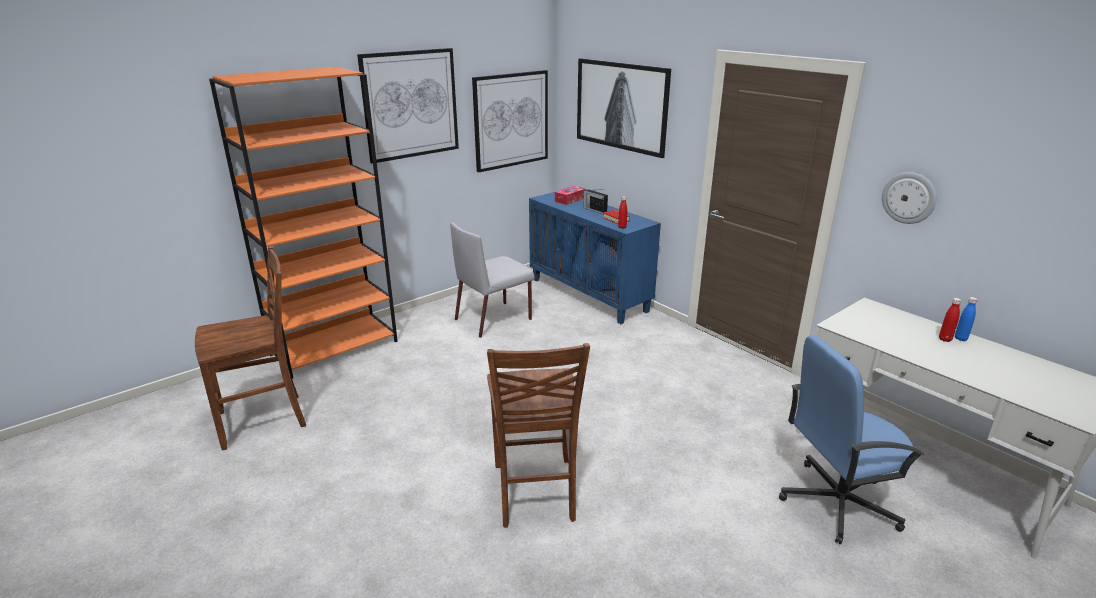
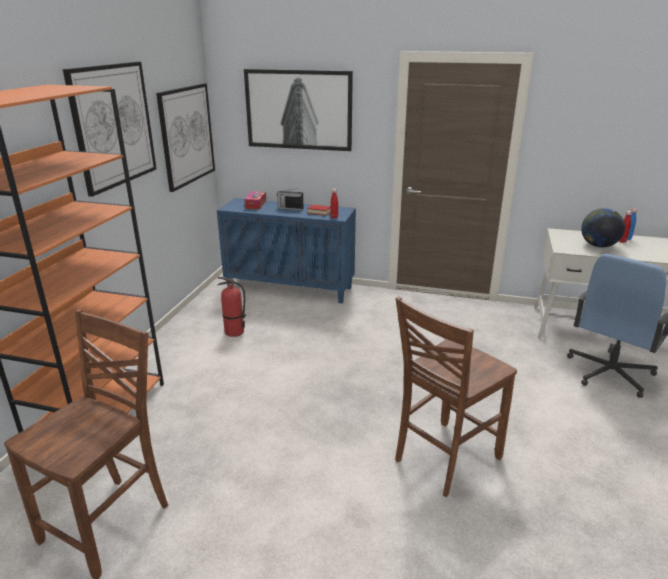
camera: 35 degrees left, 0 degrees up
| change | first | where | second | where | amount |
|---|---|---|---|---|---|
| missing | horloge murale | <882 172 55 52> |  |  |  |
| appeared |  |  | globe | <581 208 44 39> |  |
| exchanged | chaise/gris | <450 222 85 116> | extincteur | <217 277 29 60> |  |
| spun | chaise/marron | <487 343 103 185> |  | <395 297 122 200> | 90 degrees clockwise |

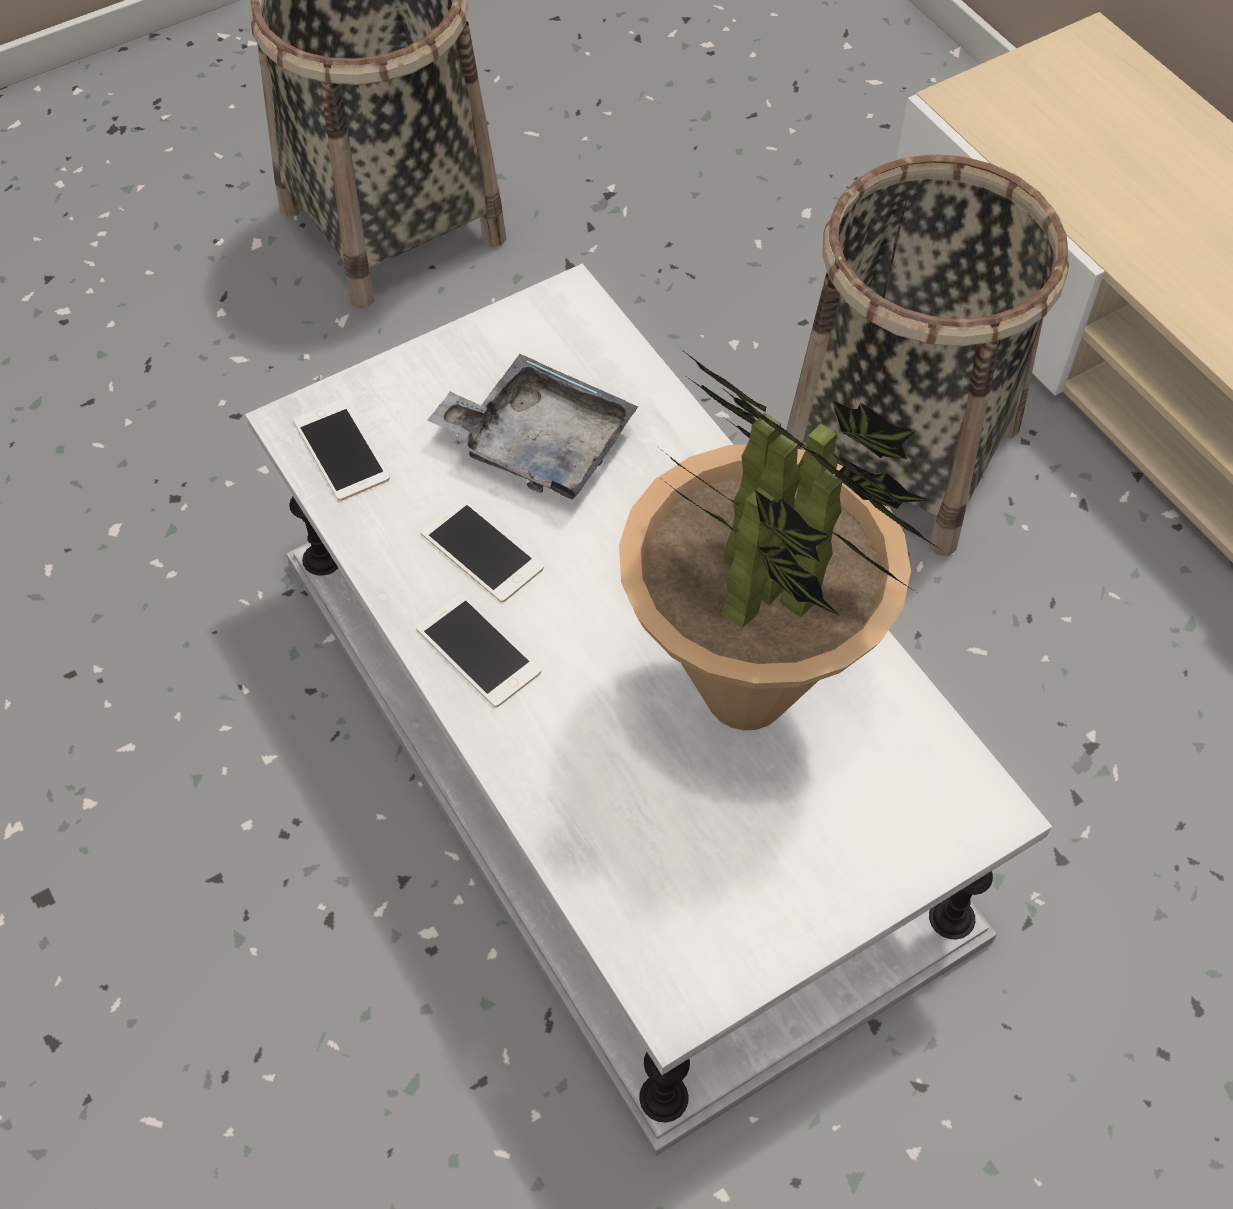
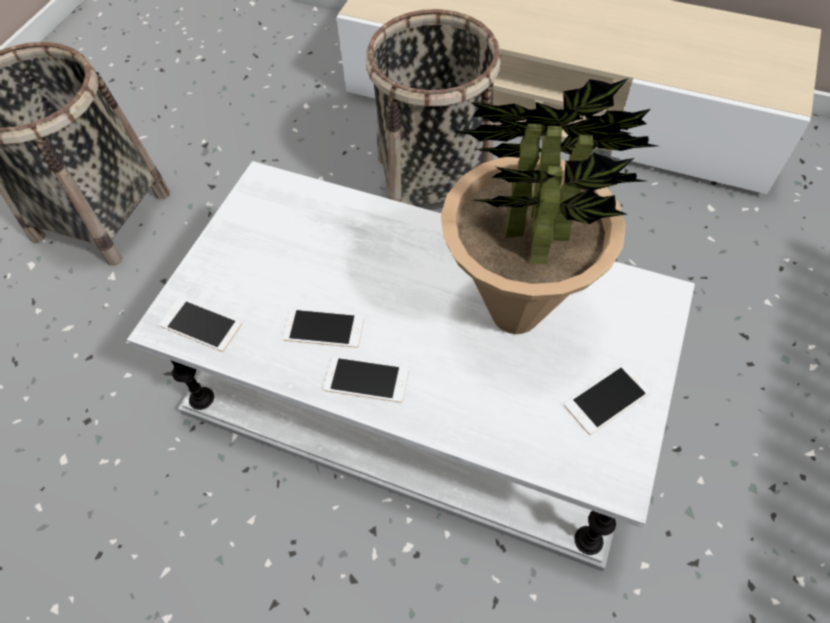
camera: 35 degrees left, 0 degrees up
| change | first | where | second | where | amount |
|---|---|---|---|---|---|
| missing | plateau/gris | <427 354 211 145> |  |  |  |
| appeared |  |  | téléphone | <564 363 87 72> |  |

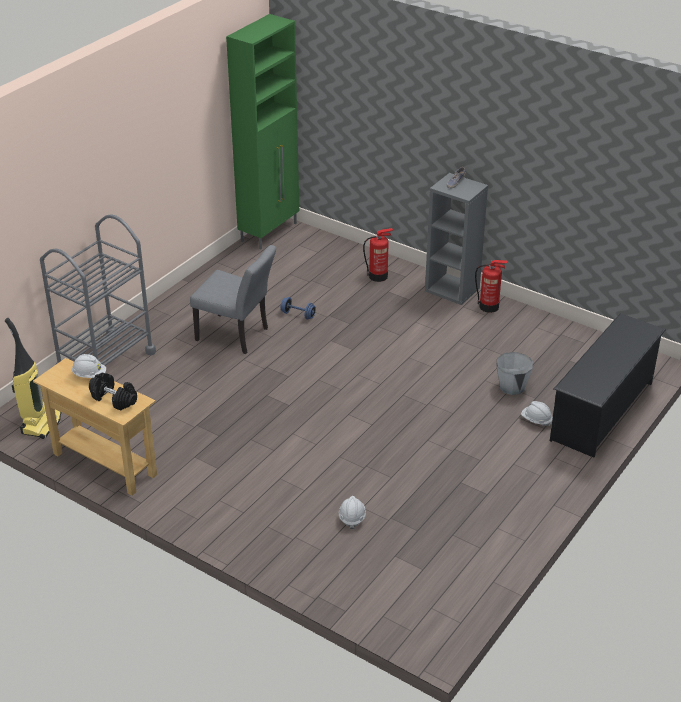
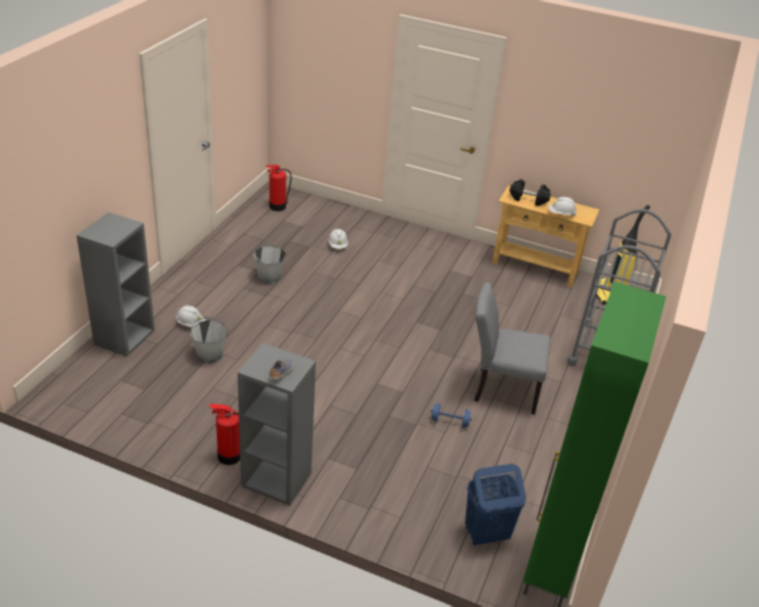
camera: 165 degrees right, 0 degrees up
| change | first | where | second | where | amount |
|---|---|---|---|---|---|
| appeared |  |  | seau/gris | <253 243 33 40> |  |
| appeared |  |  | panier à linge/bleu | <465 464 61 81> |  |
| relocated | extincteur | <363 228 30 54> |  | <266 165 26 46> |  |
| exchanged | étagère à chaussures/noir | <550 313 116 145> | bibliothèque/gris | <76 212 79 145> |  |

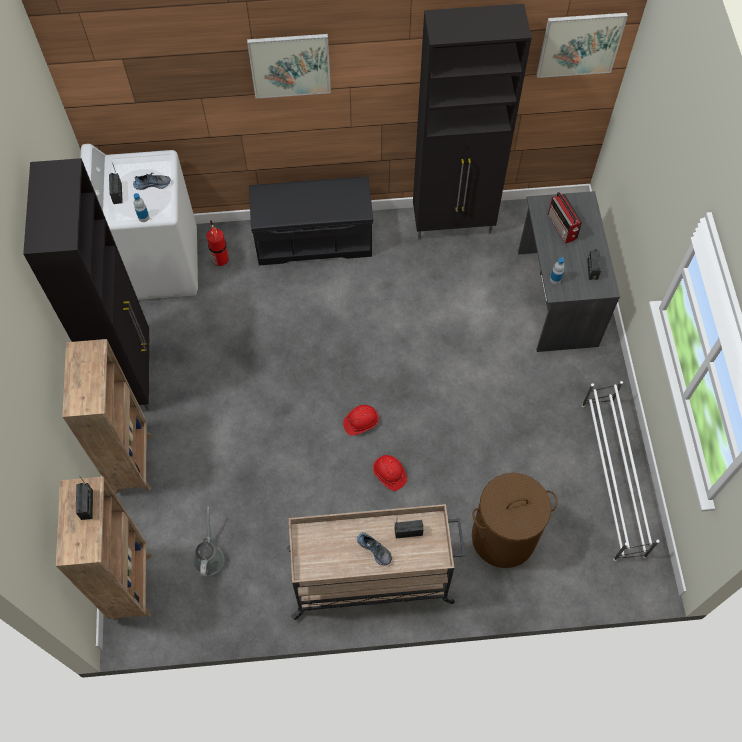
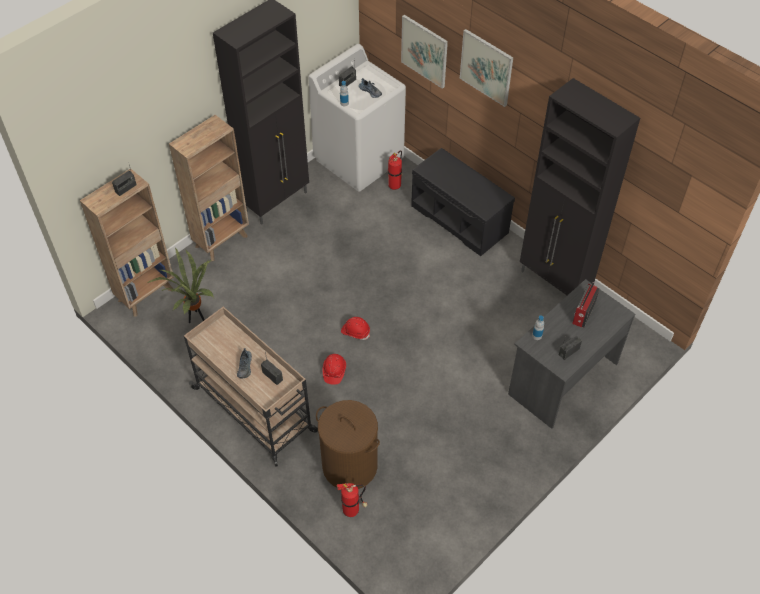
camera: 50 degrees right, 10 degrees down
| change | first | where | second | where | amount |
|---|---|---|---|---|---|
| missing | étagère à chaussures/blanc | <582 381 78 180> |  |  |  |
| appeared |  |  | extincteur | <337 483 30 34> |  |
| relocated | tableau | <537 13 91 65> |  | <401 15 47 74> |  |
| exchanged | arrosoir/gris | <194 506 31 71> | plante en pot | <148 247 66 76> |  |

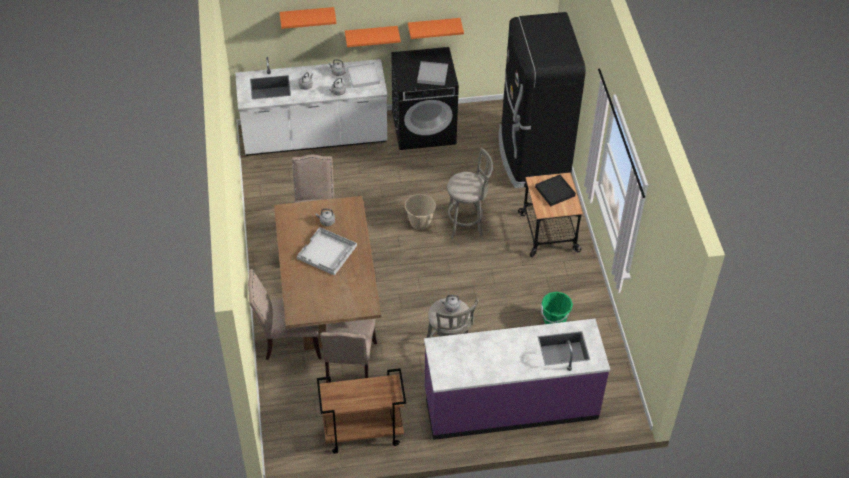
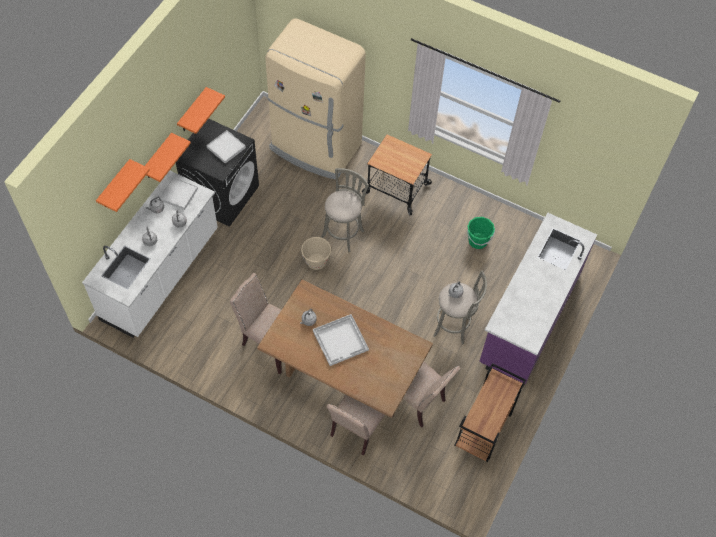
camera: 55 degrees left, 10 degrees up
| change | first | where | second | where | amount |
|---|---|---|---|---|---|
| missing | plateau/noir | <535 175 41 31> |  |  |  |
| colour | réfrigérateur/noir | <499 12 87 176> | réfrigérateur/beige | <265 18 101 161> |  |

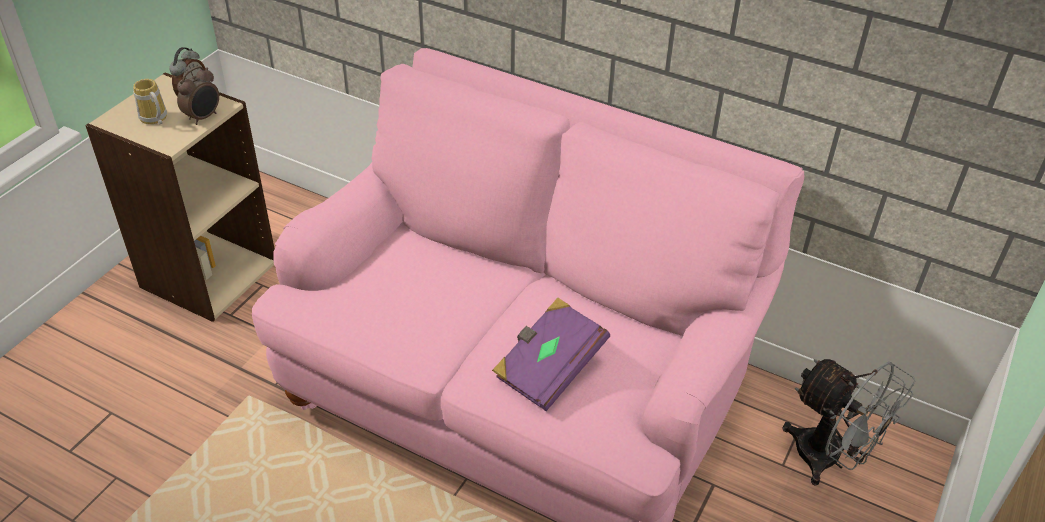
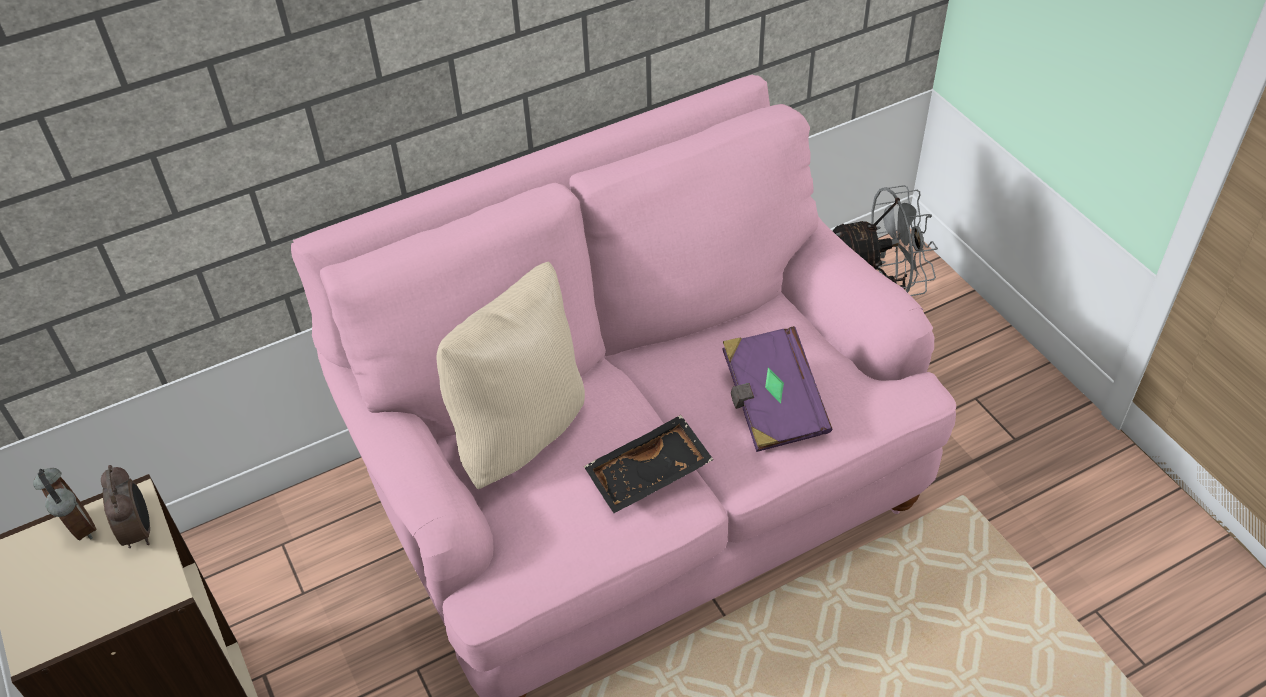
camera: 55 degrees left, 5 degrees up
| change | first | where | second | where | amount |
|---|---|---|---|---|---|
| missing | mug | <133 79 34 46> |  |  |  |
| appeared |  |  | coussin/beige | <437 262 148 227> |  |
| appeared |  |  | plateau/noir | <584 415 130 98> |  |

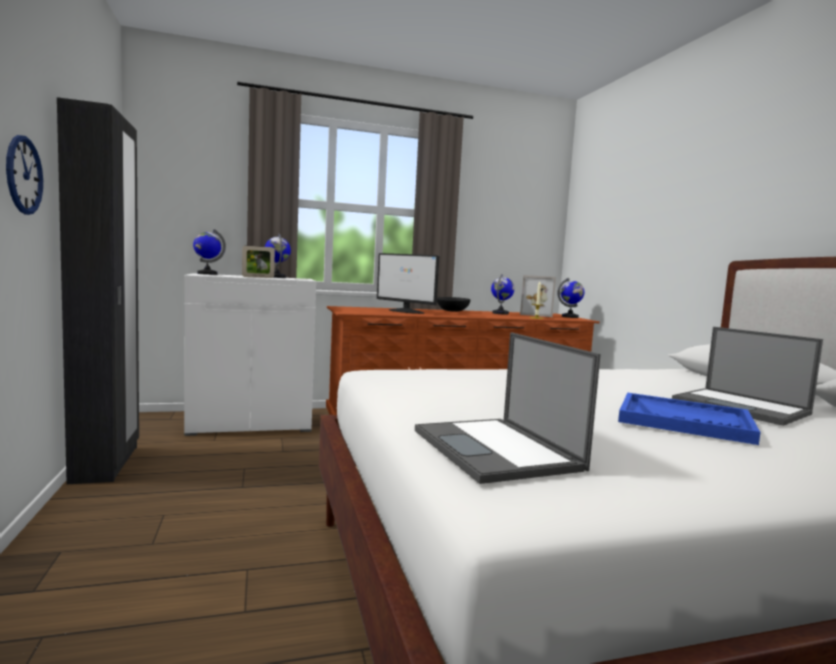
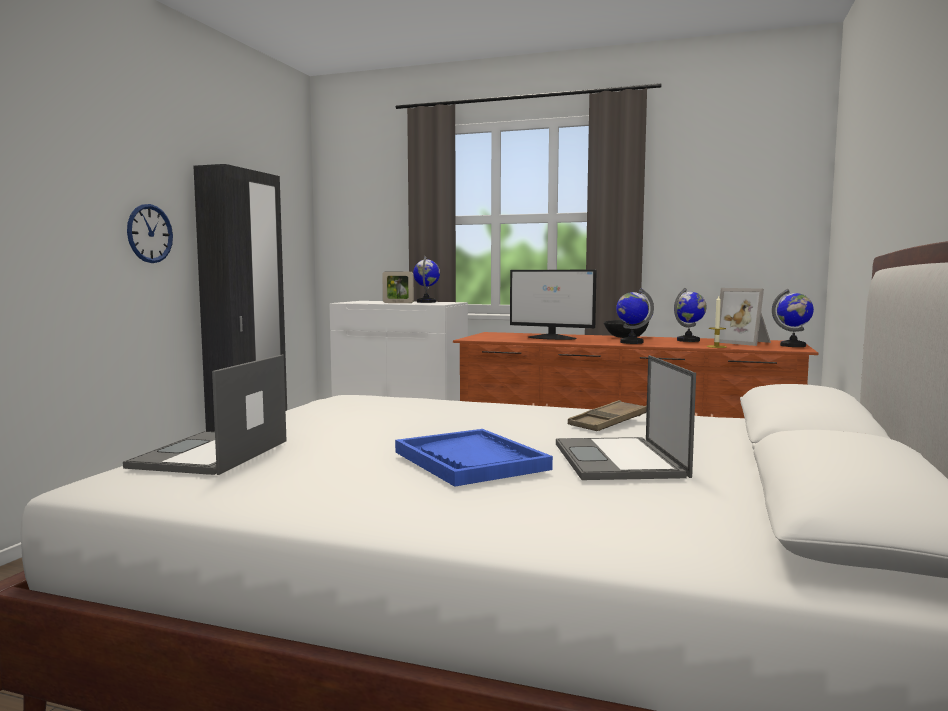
camera: 35 degrees right, 0 degrees up
| change | first | where | second | where | amount |
|---|---|---|---|---|---|
| appeared |  |  | plateau/marron | <568 400 79 31> |  |
| relocated | globe | <193 229 33 46> |  | <616 288 38 56> |  |
| spun | écran d'ordinateur | <377 253 63 61> |  | <510 270 87 70> | 45 degrees counterclockwise |

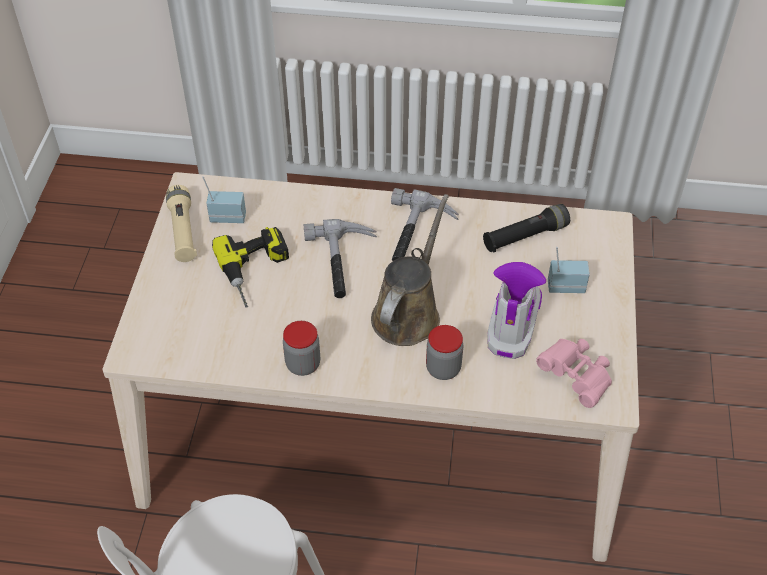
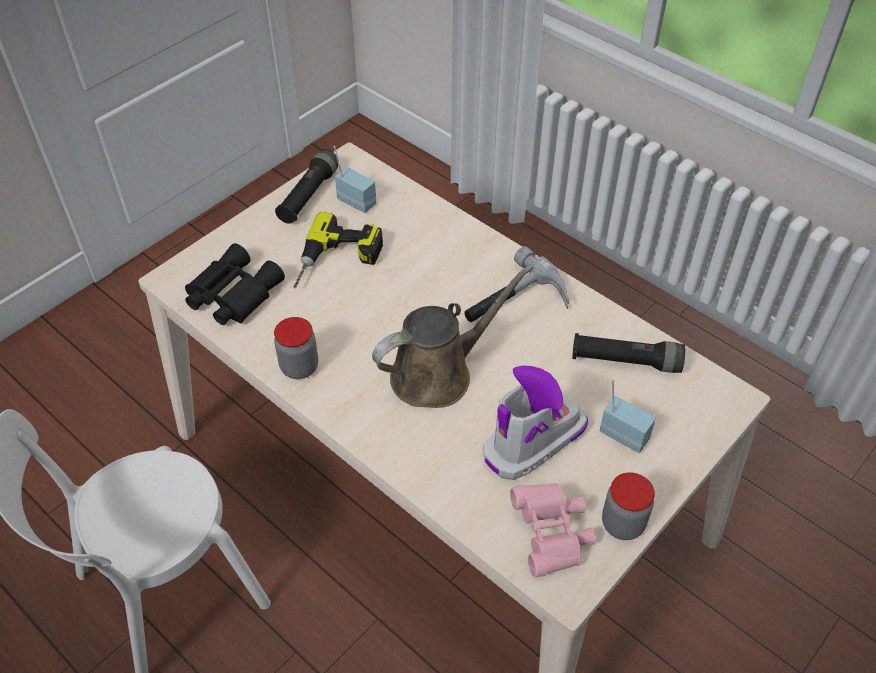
camera: 35 degrees right, 0 degrees up
| change | first | where | second | where | amount |
|---|---|---|---|---|---|
| missing | marteau | <304 219 73 79> |  |  |  |
| appeared |  |  | jumelles/noir | <185 243 100 82> |  |
| relocated | bocal | <426 325 37 55> |  | <602 473 53 67> |  |
| colour | lampe de poche/beige | <166 185 31 77> | lampe de poche/noir | <275 149 63 75> |  |

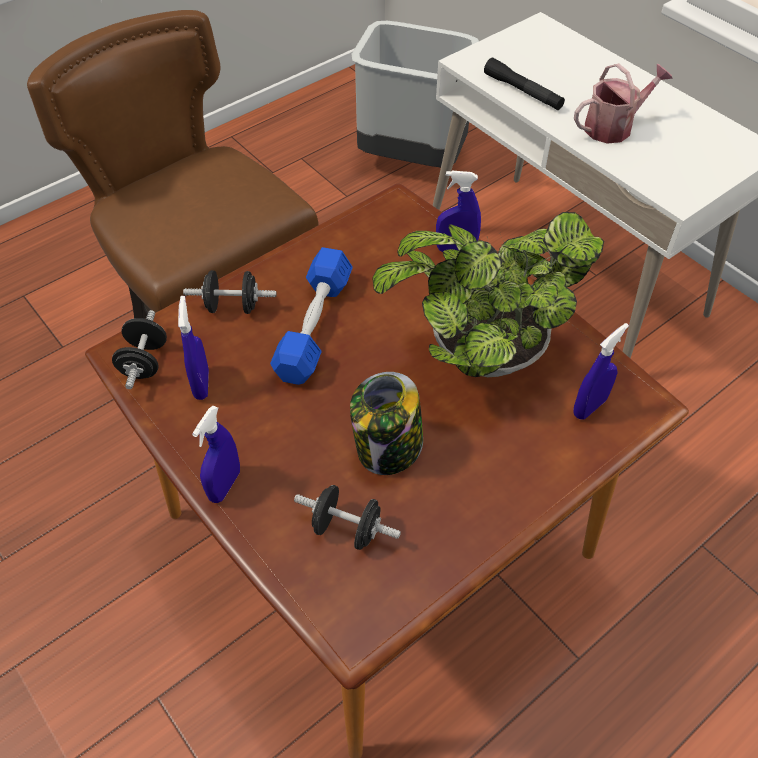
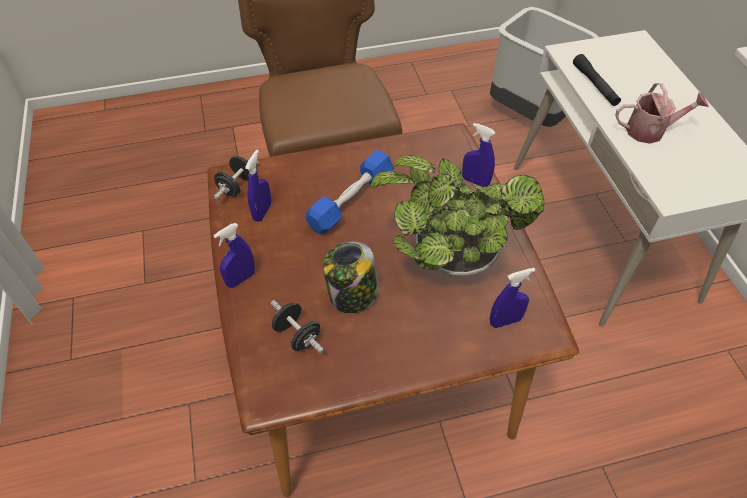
camera: 25 degrees right, 0 degrees up
| change | first | where | second | where | amount |
|---|---|---|---|---|---|
| missing | haltère/noir | <183 270 94 44> |  |  |  |

